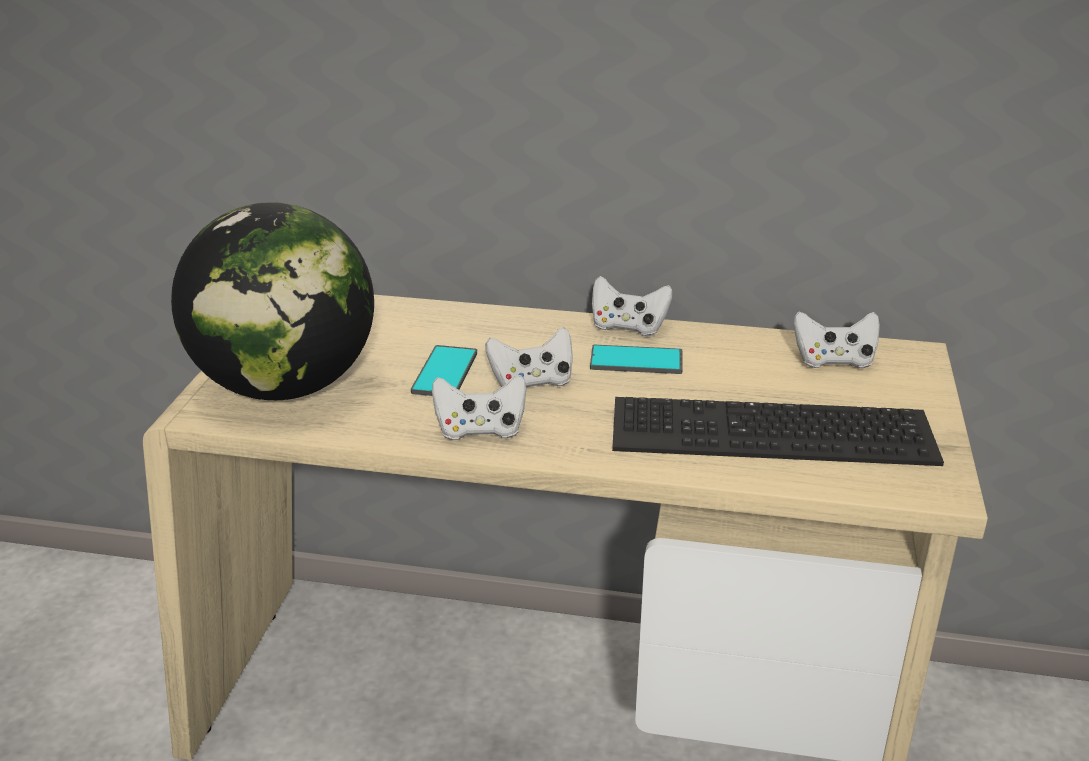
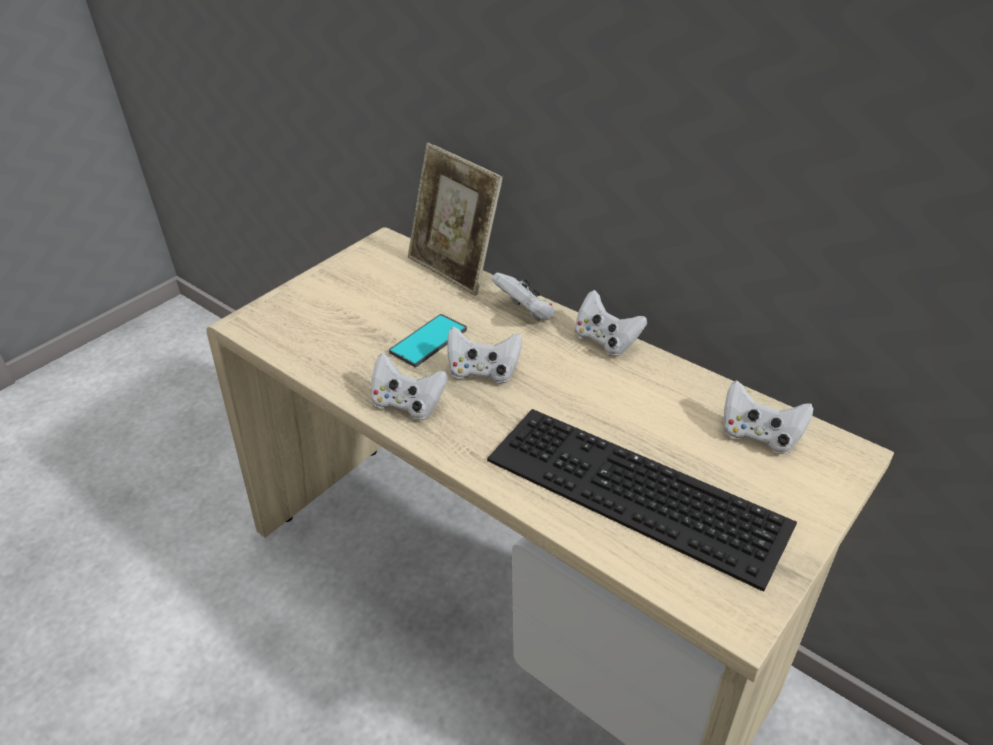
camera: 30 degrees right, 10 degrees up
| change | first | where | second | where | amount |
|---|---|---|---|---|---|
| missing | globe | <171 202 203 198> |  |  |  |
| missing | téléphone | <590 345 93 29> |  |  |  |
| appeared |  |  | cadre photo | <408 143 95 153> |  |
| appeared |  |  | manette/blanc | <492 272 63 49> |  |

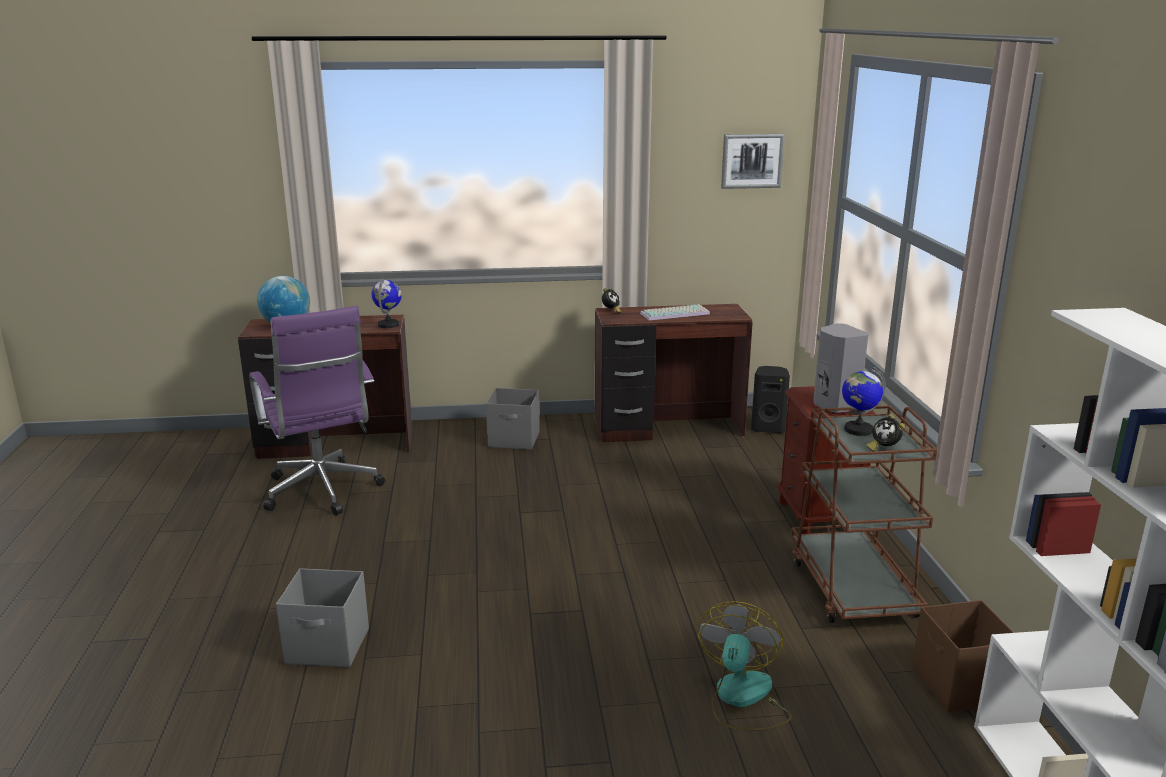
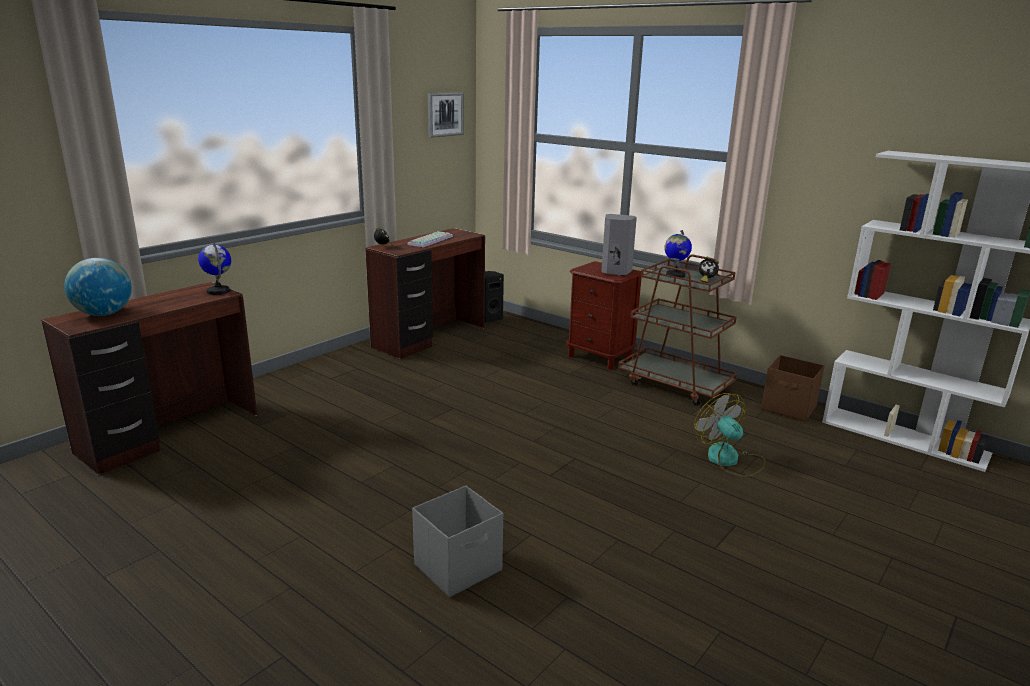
camera: 45 degrees left, 0 degrees up
| change | first | where | second | where | amount |
|---|---|---|---|---|---|
| missing | chaise de bureau/violet | <249 306 136 209> |  |  |  |
| missing | boîte de rangement/gris | <486 388 54 62> |  |  |  |

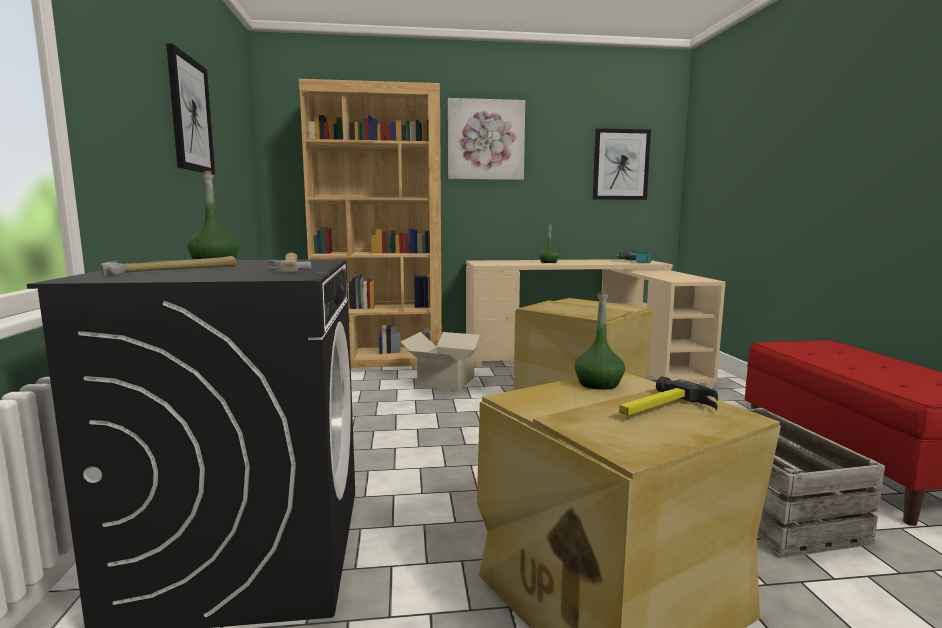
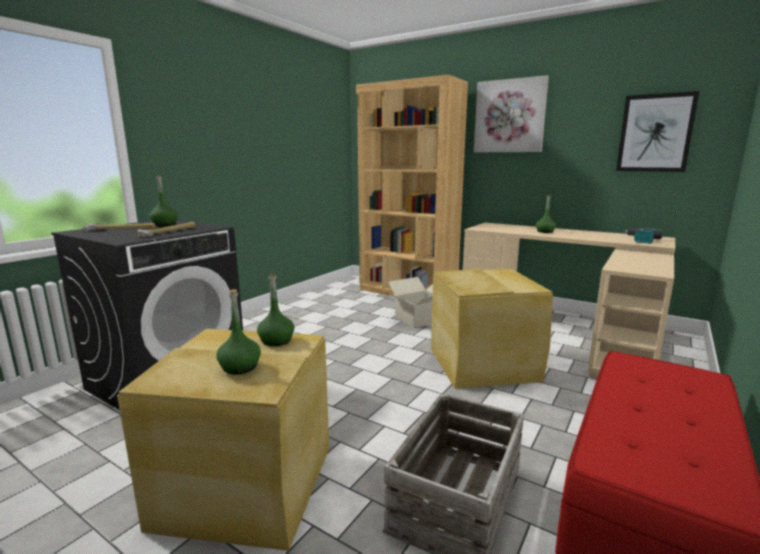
camera: 40 degrees right, 5 degrees up
| change | first | where | second | where | amount |
|---|---|---|---|---|---|
| missing | tableau | <166 44 49 130> |  |  |  |
| exchanged | marteau | <619 376 99 39> | bouteille/vert | <216 289 45 86> |  |

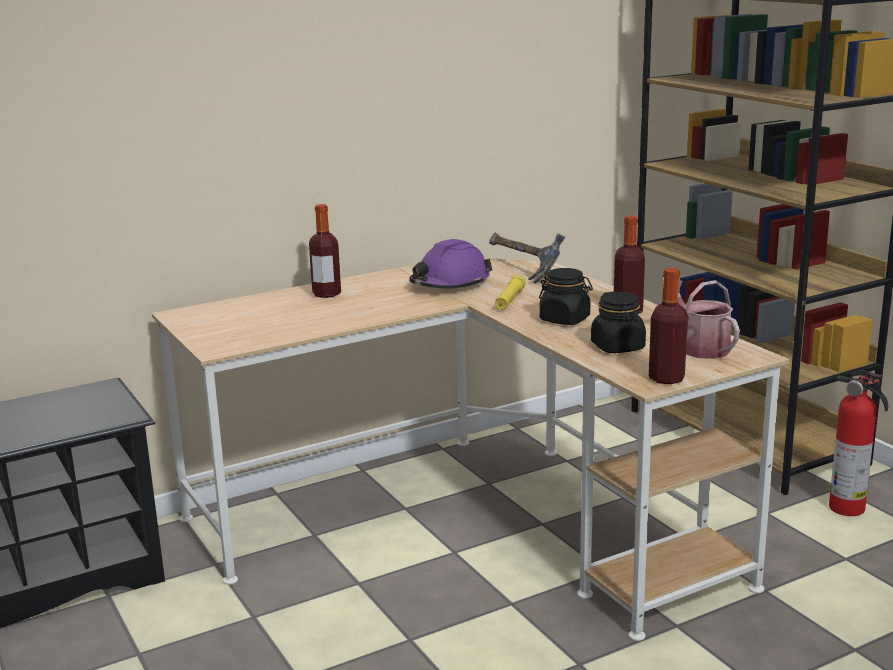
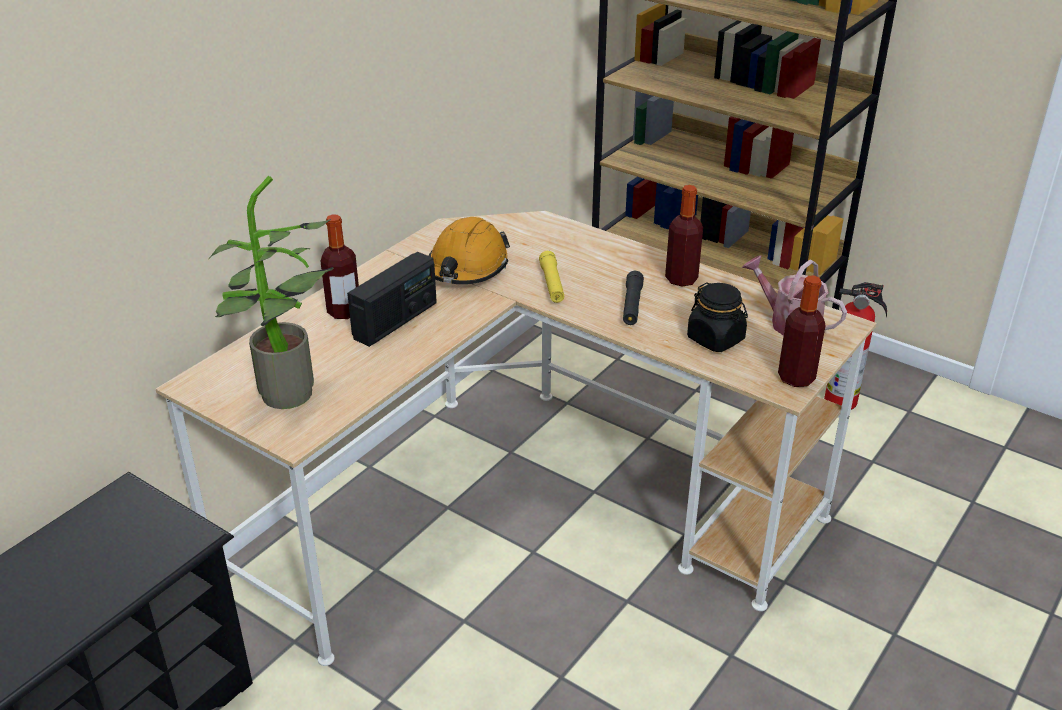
camera: 25 degrees left, 15 degrees up
| change | first | where | second | where | amount |
|---|---|---|---|---|---|
| missing | marteau | <489 233 76 50> |  |  |  |
| appeared |  |  | plante en pot | <210 176 123 233> |  |
| appeared |  |  | radio | <347 252 90 95> |  |
| exchanged | bocal/noir | <539 268 54 57> | lampe de poche/noir | <623 271 21 54> |  |
| colour | casque de chantier/violet | <409 239 83 49> | casque de chantier/orange | <429 217 81 67> |  |

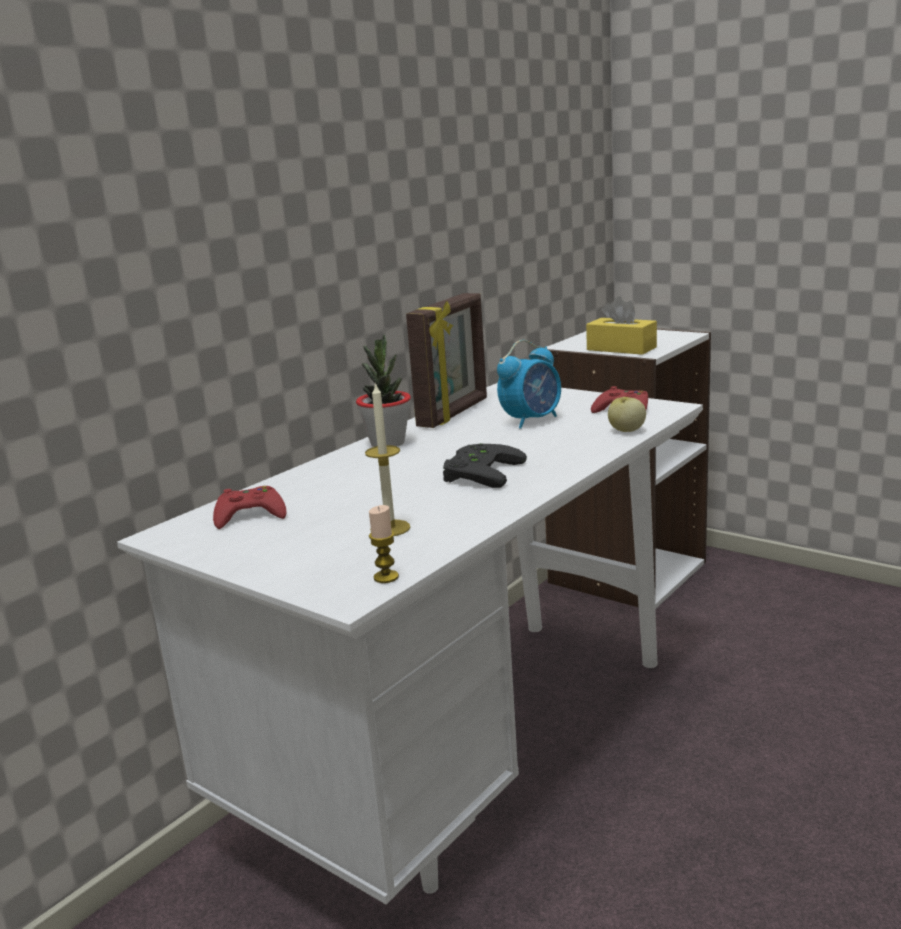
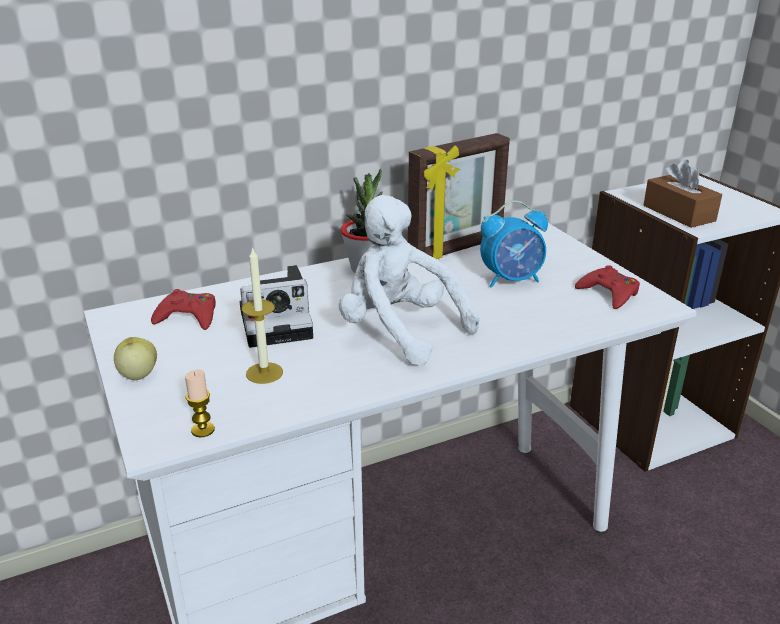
camera: 25 degrees right, 10 degrees up
| change | first | where | second | where | amount |
|---|---|---|---|---|---|
| appeared |  |  | appareil photo | <240 265 73 83> |  |
| relocated | pomme | <608 397 38 35> |  | <114 337 43 43> |  |
| exchanged | manette/noir | <443 443 84 45> | peluche/blanc | <339 195 140 170> |  |
| colour | boîte à mouchoirs/jaune | <586 296 71 59> | boîte à mouchoirs/marron | <643 160 79 68> |  |

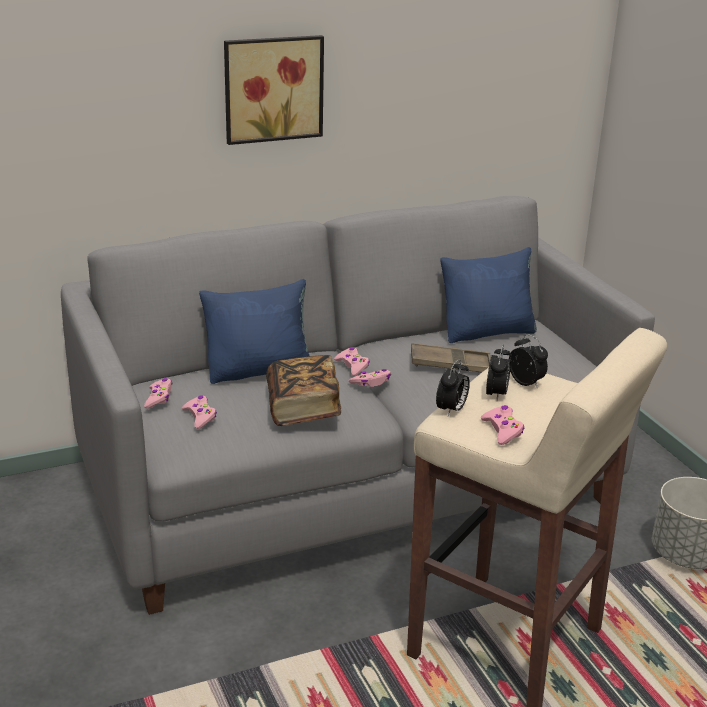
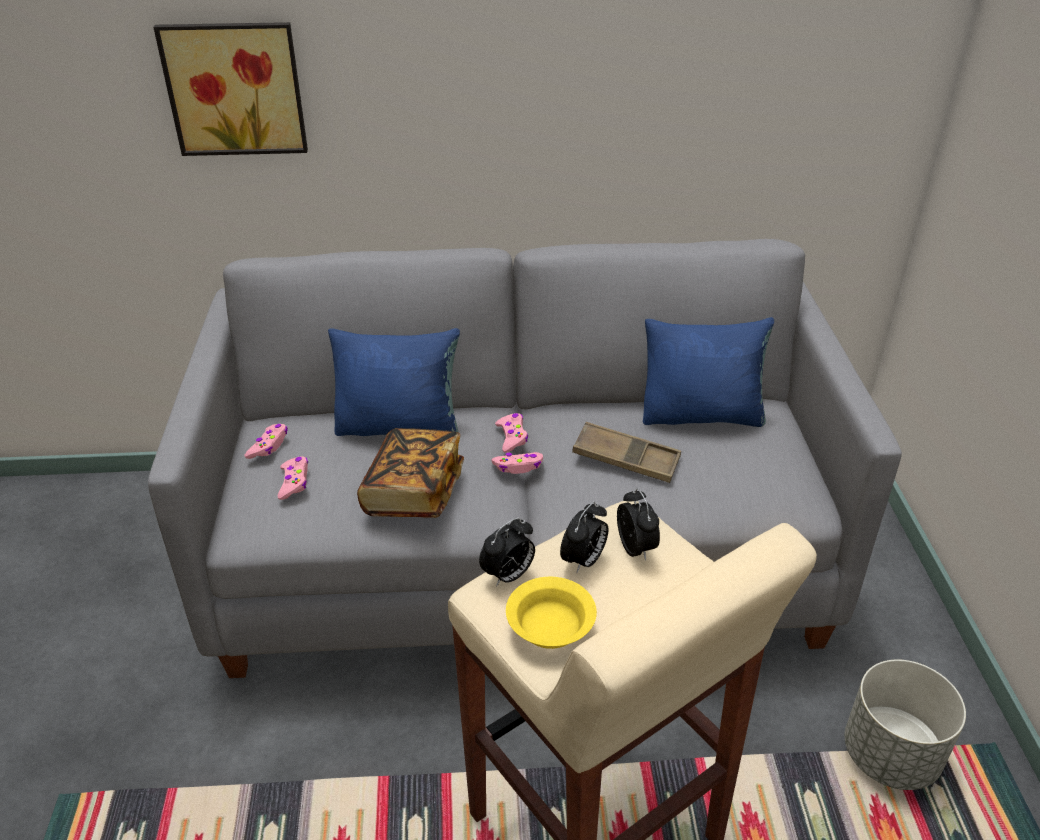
camera: 20 degrees right, 10 degrees up
| change | first | where | second | where | amount |
|---|---|---|---|---|---|
| relocated | tableau | <224 35 100 110> |  | <153 22 155 134> |  |
| exchanged | manette/rose | <481 405 43 40> | bol/jaune | <506 577 91 72> |  |

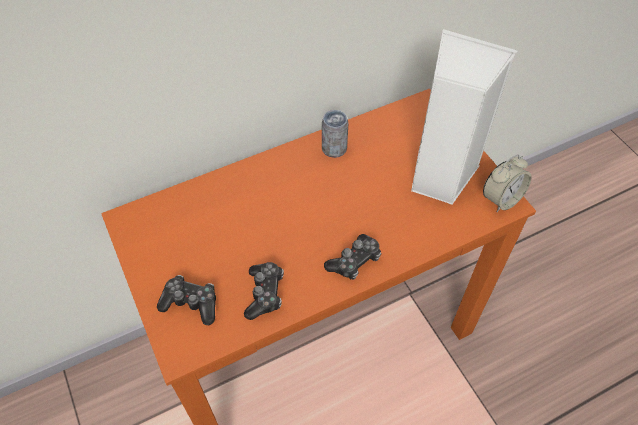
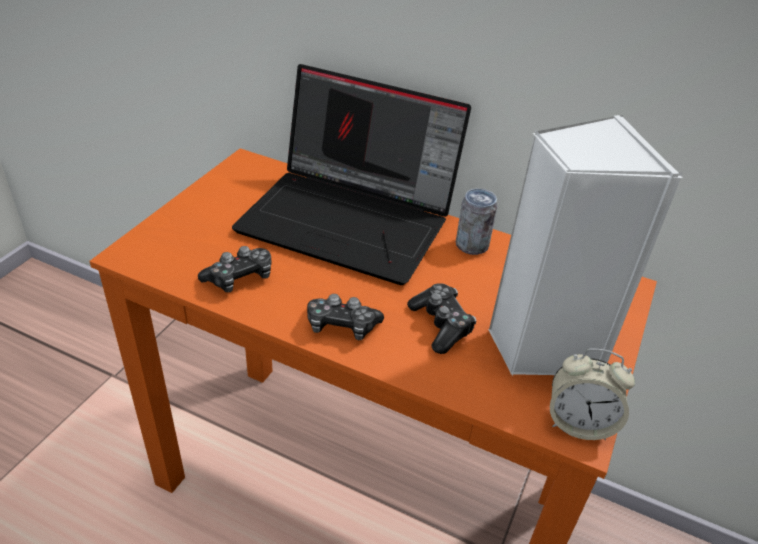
camera: 50 degrees right, 15 degrees down
| change | first | where | second | where | amount |
|---|---|---|---|---|---|
| appeared |  |  | ordinateur portable | <232 64 239 221> |  |
| relocated | manette | <157 275 59 50> |  | <407 283 69 71> |  |

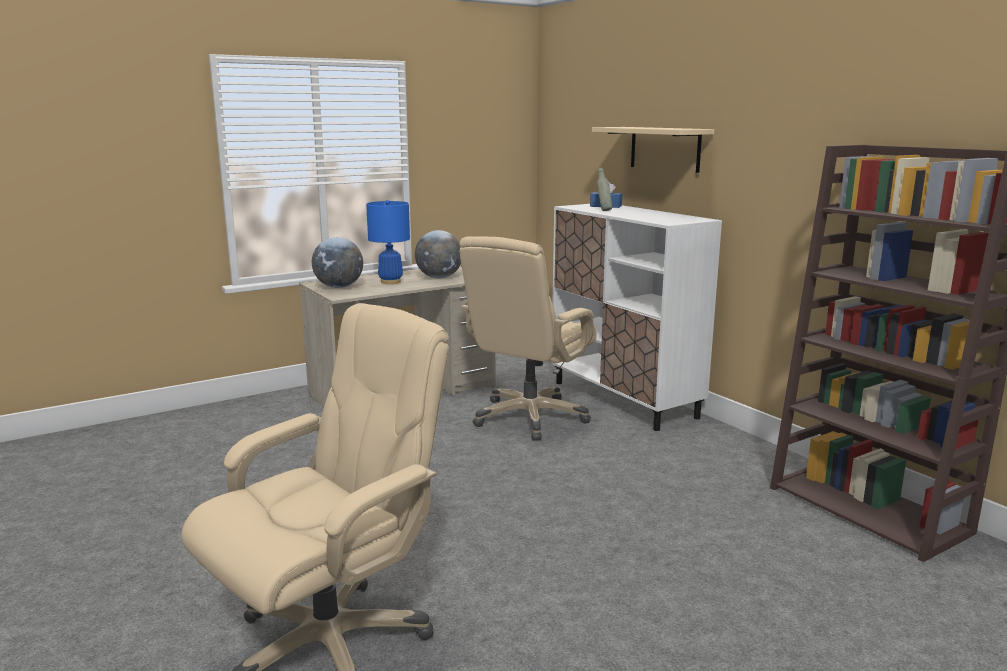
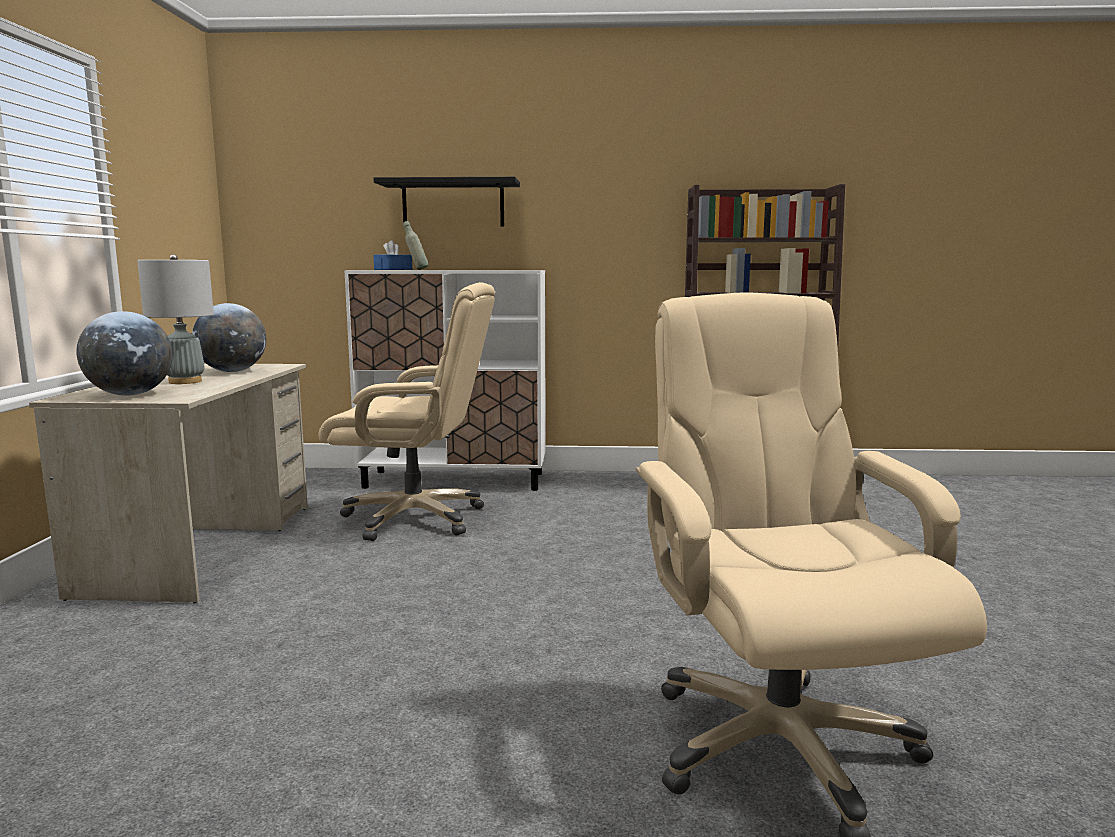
camera: 55 degrees left, 5 degrees down
| change | first | where | second | where | amount |
|---|---|---|---|---|---|
| colour | lampe de table/bleu | <366 200 44 84> | lampe de table/gris | <137 254 77 130> |  |
| colour | étagère/beige | <592 127 122 46> | étagère/noir | <373 177 147 50> |  |
| spun | chaise de bureau/beige | <459 236 138 205> |  | <319 282 176 259> | 60 degrees counterclockwise |

